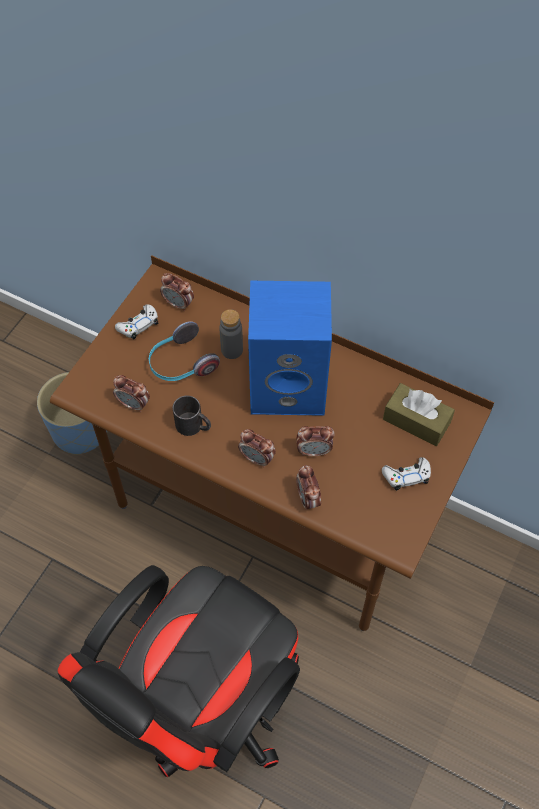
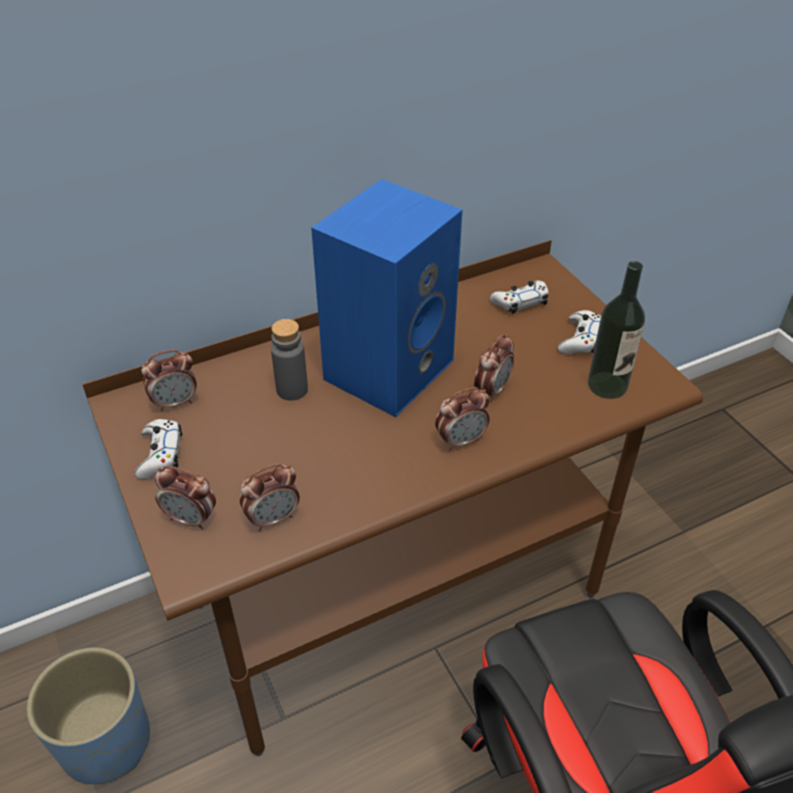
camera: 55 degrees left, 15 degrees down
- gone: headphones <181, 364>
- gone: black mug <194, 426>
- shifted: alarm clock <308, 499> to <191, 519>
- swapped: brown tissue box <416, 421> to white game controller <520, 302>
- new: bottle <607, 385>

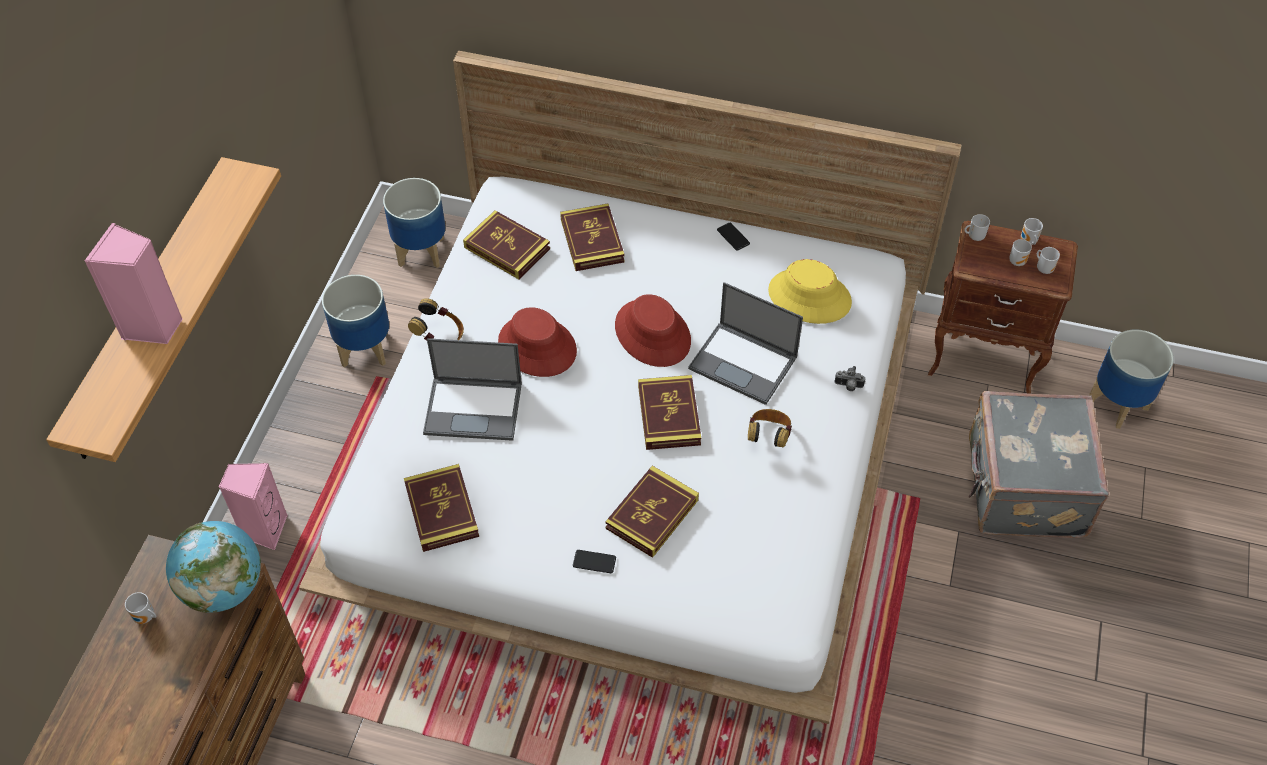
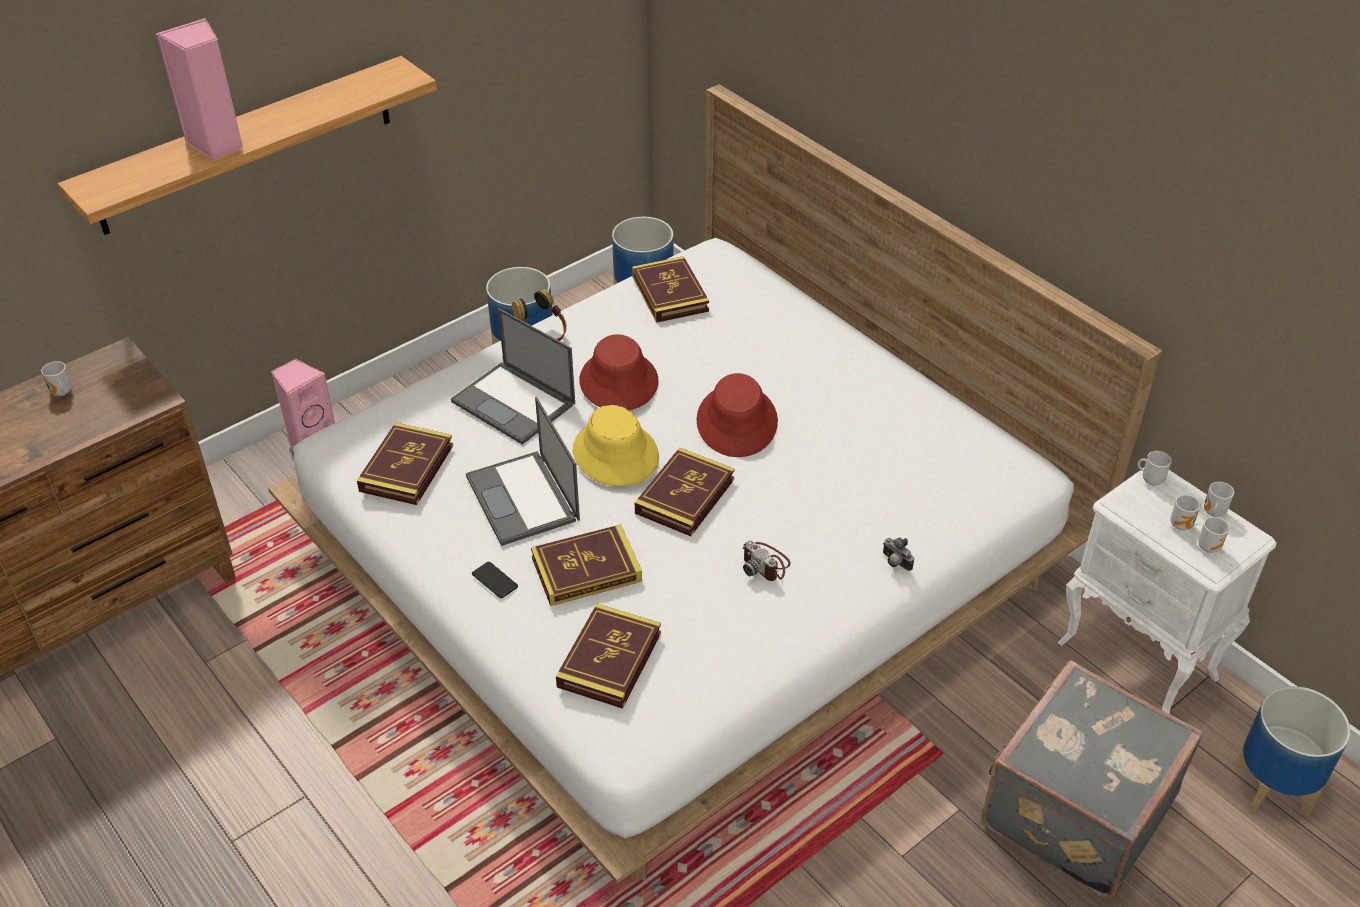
camera: 35 degrees right, 10 degrees down
- gone: globe <224, 588>
- shifted: book <592, 241> to <609, 660>
- shifted: laptop <744, 363> to <523, 499>
- gone: phone <733, 237>
- swapped: headphones <768, 437> to photo camera <765, 564>
- shifted: yellow hat <809, 297> to <615, 454>
- repainted: brown nightstand <983, 360> to white nightstand <1138, 661>

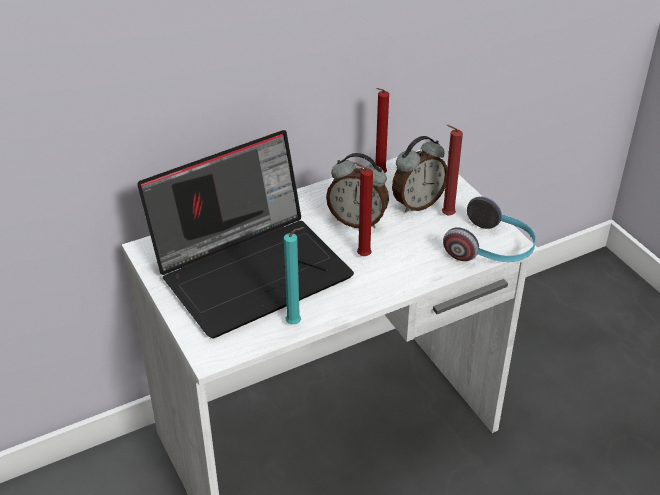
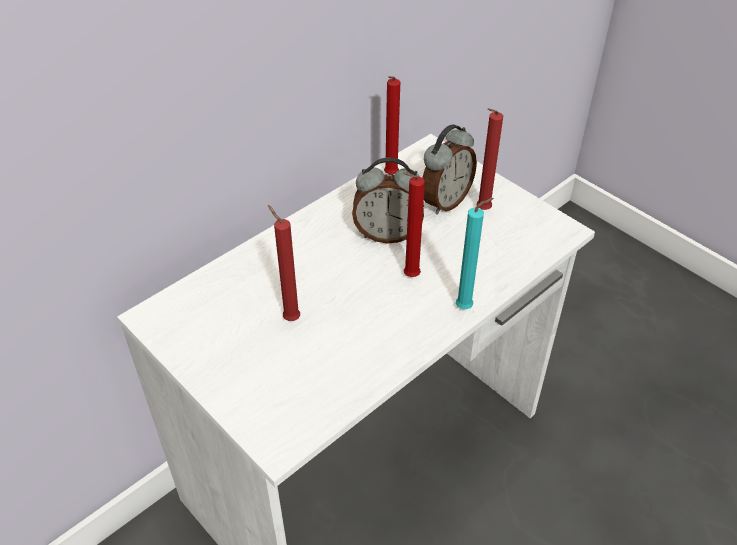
camera: 15 degrees left, 5 degrees up
- swapped: laptop <253, 269> to red candle <289, 318>
- shifted: turquoise candle <296, 324> to <466, 307>
- gone: headphones <491, 249>

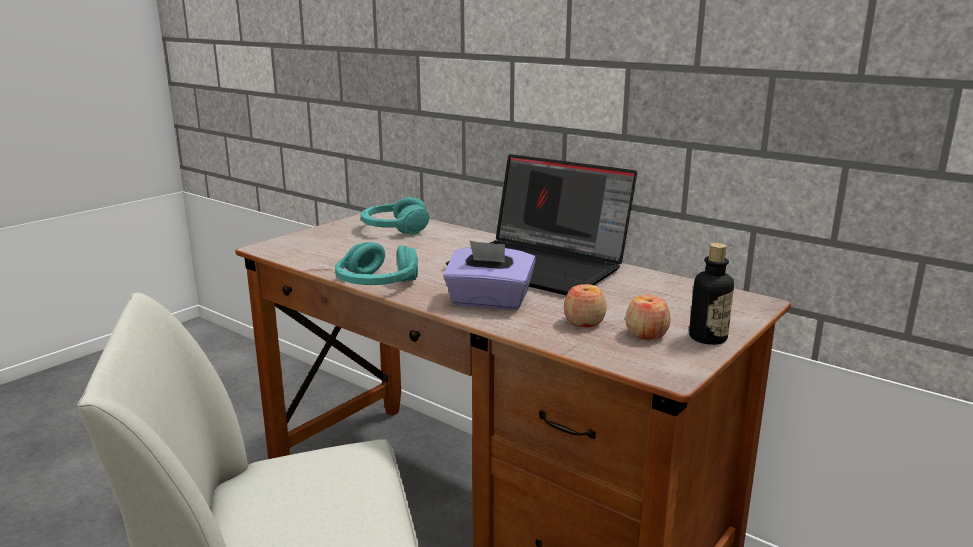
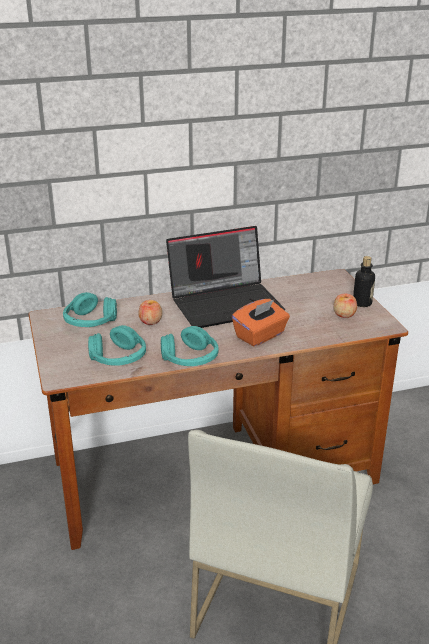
camera: 55 degrees left, 10 degrees up
- repainted: purple tissue box <489, 301> to orange tissue box <260, 336>
- shifted: apple <584, 322> to <150, 321>
- new: turquoise headphones <118, 358>

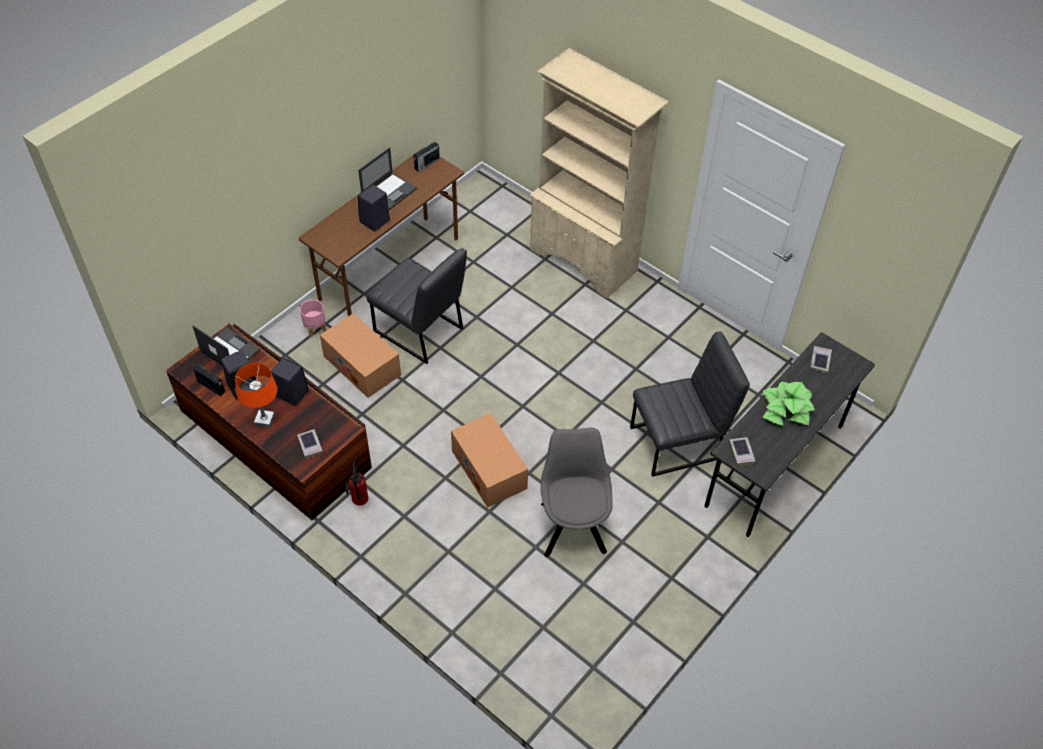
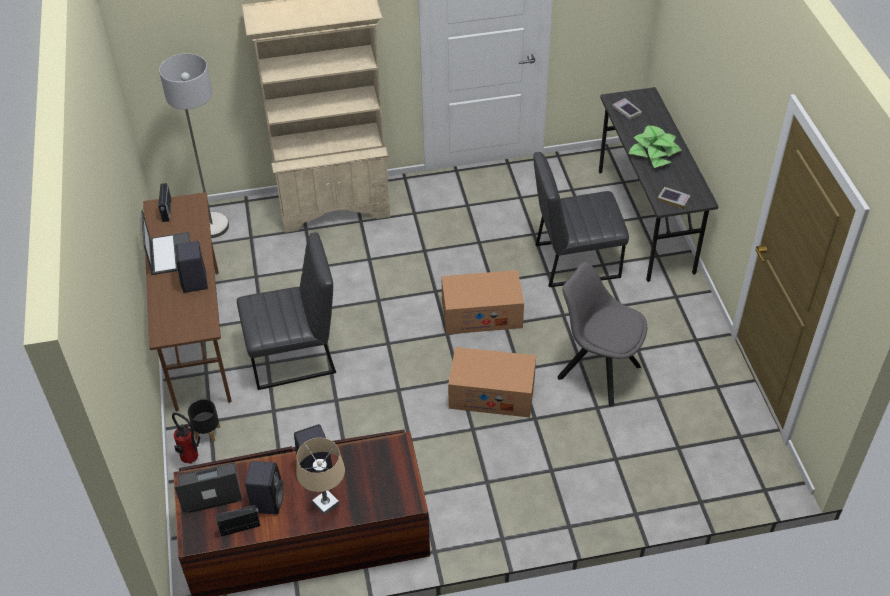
camera: 50 degrees left, 5 degrees down
- repainted: orange table lamp <264, 420> to beige table lamp <325, 504>
- gone: book <310, 445>
- repainted: pink planter <315, 328> to black planter <207, 432>
- shifted: cardboard box <362, 365> to <481, 314>
- shifted: fire extinguisher <359, 503> to <191, 460>
- rotated: grey chair <678, 442> = <574, 260> 120 degrees counterclockwise
- new: grey floor lamp <217, 232>

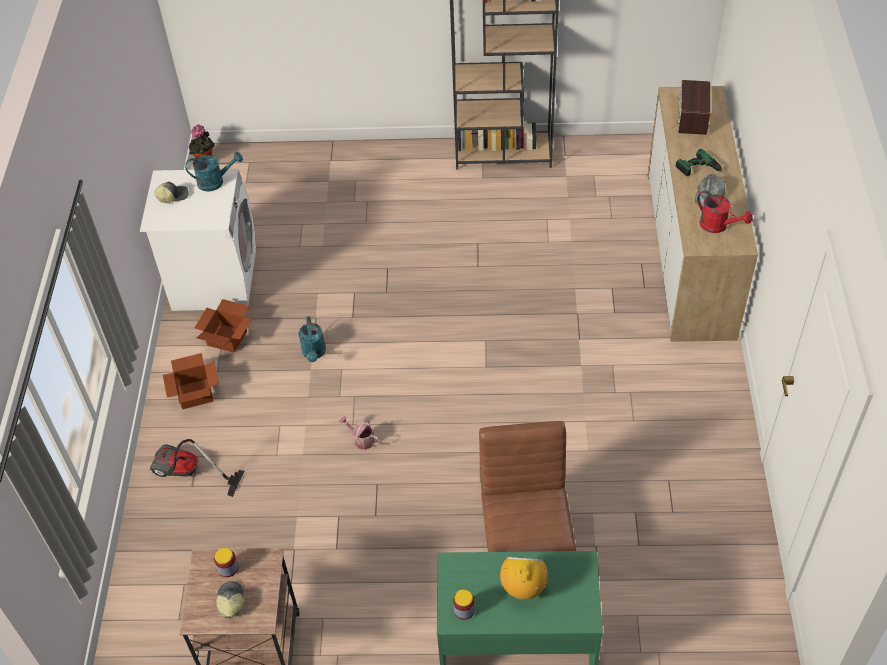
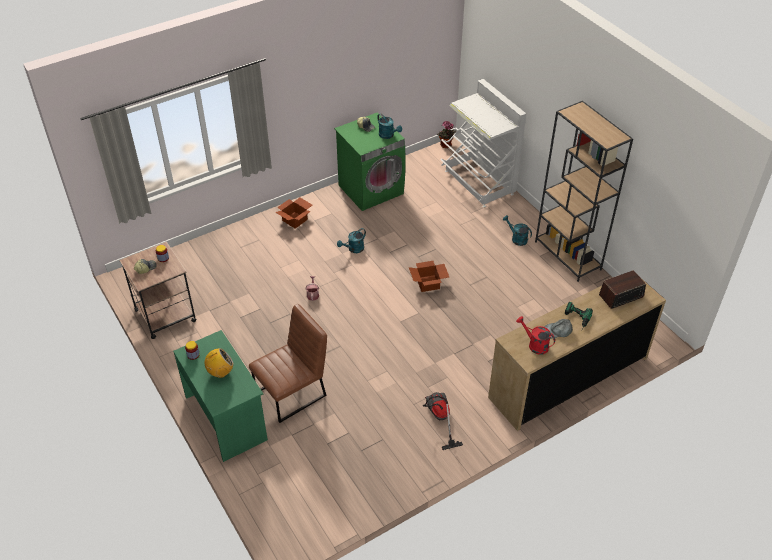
camera: 55 degrees right, 5 degrees down
- repainted: white washing machine <213, 278> to green washing machine <371, 189>
- shifted: vacuum cleaner <188, 474> to <439, 419>
- shifted: cardboard box <228, 337> to <429, 284>
- rotated: red watering can <718, 226> = <535, 345> 120 degrees clockwise
- new: white shoe rack <476, 183>
- new: turquoise watering can <516, 239>

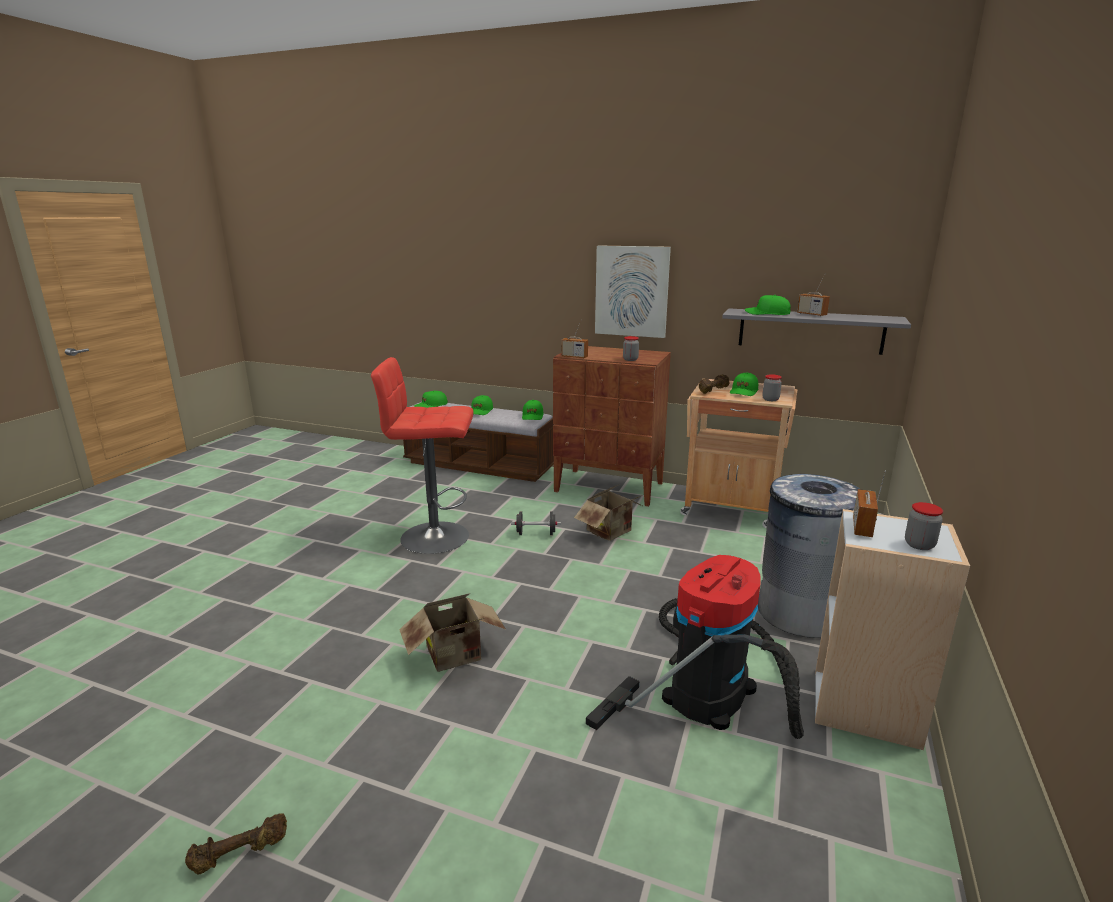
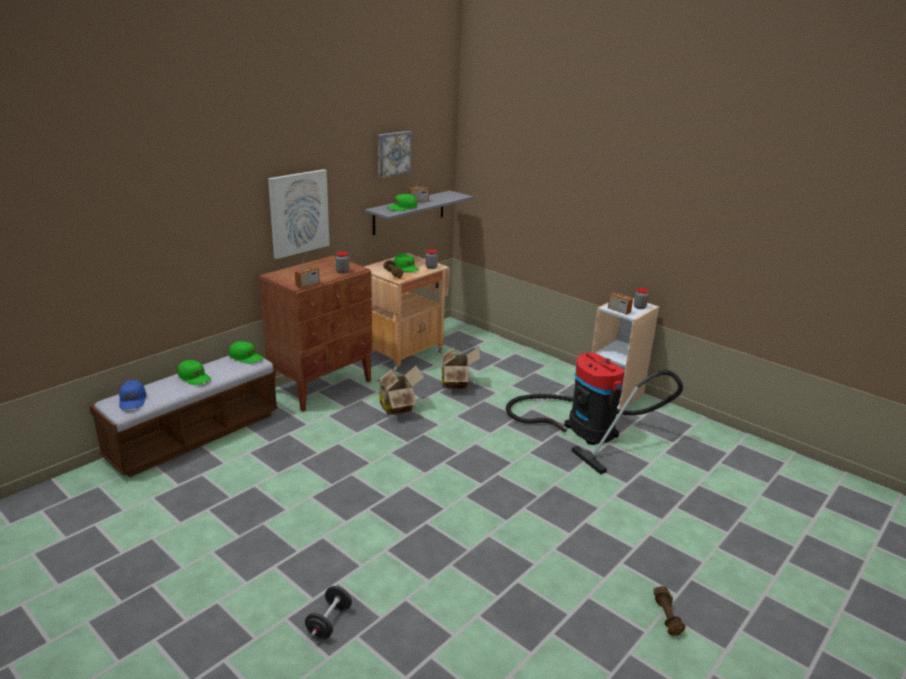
camera: 70 degrees left, 5 degrees up
- gone: red stool <434, 537>
- shifted: cardboard box <456, 657> to <457, 383>
- repainted: green cap <431, 405> to blue cap <133, 400>
- shifted: black dumbbell <536, 533> to <329, 622>
- gone: grey trash can <800, 612>
- new: picture <393, 153>

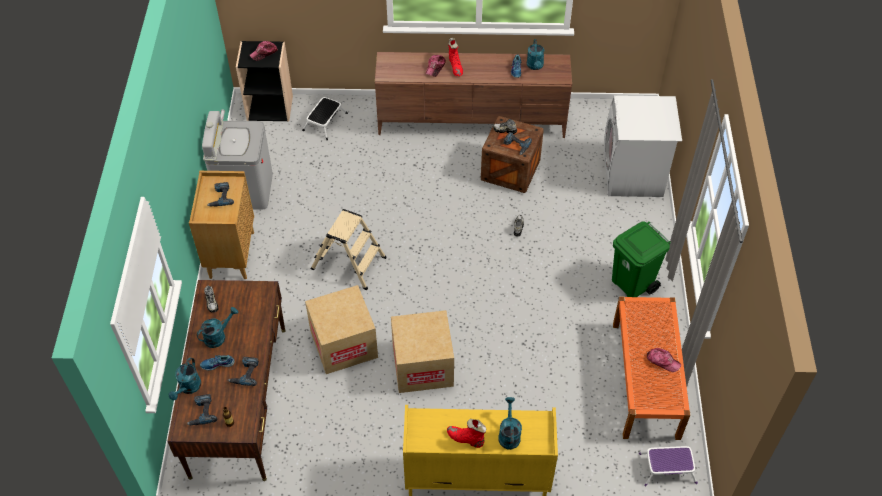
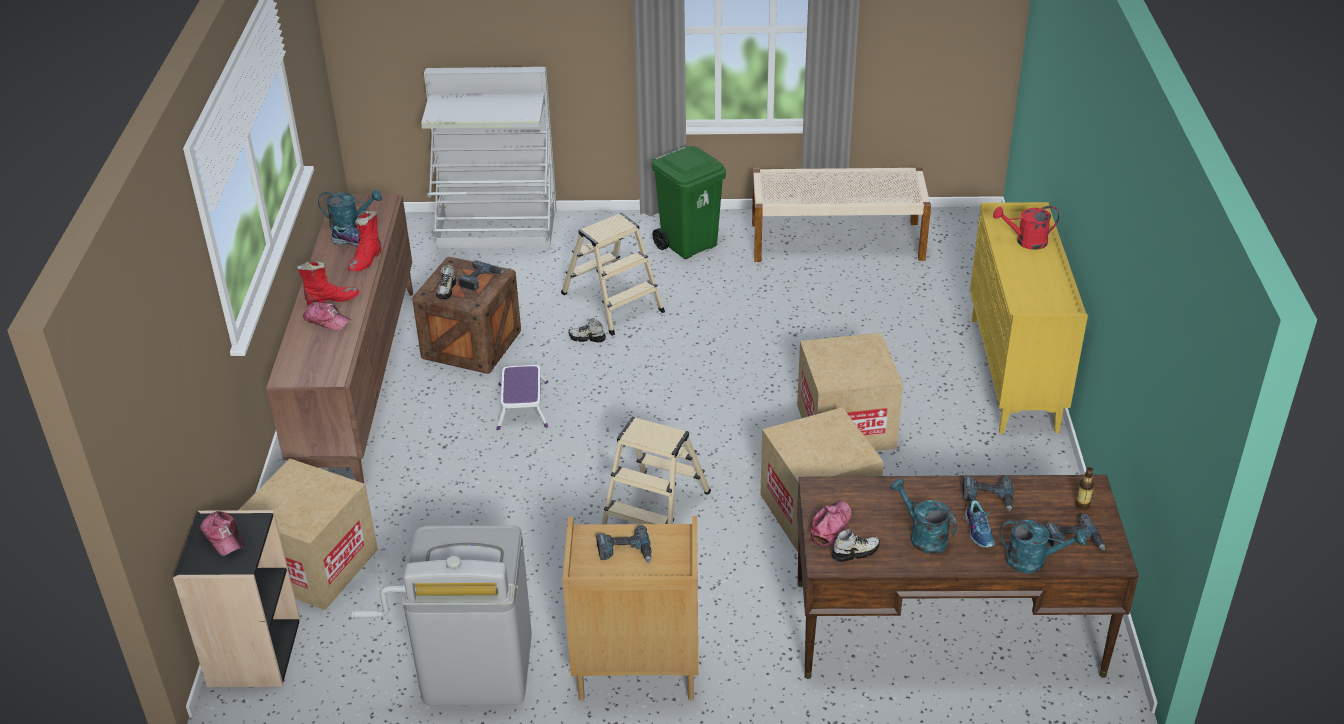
camera: 90 degrees left, 15 degrees down
- swapped: black step ladder <325, 122> to cardboard box <314, 565>
- shifted: red boot <466, 439> to <366, 260>
- repainted: turquoise watering can <509, 434> to red watering can <1025, 241>
- swapped: white washing machine <634, 175> to white shoe rack <496, 236>
- repainted: orange bench <646, 379> to beige bench <837, 241>
- shifted: purple step ladder <667, 468> to <523, 405>
- shifted: cap <662, 361> to <830, 526>
- new: beige step ladder <612, 302>

